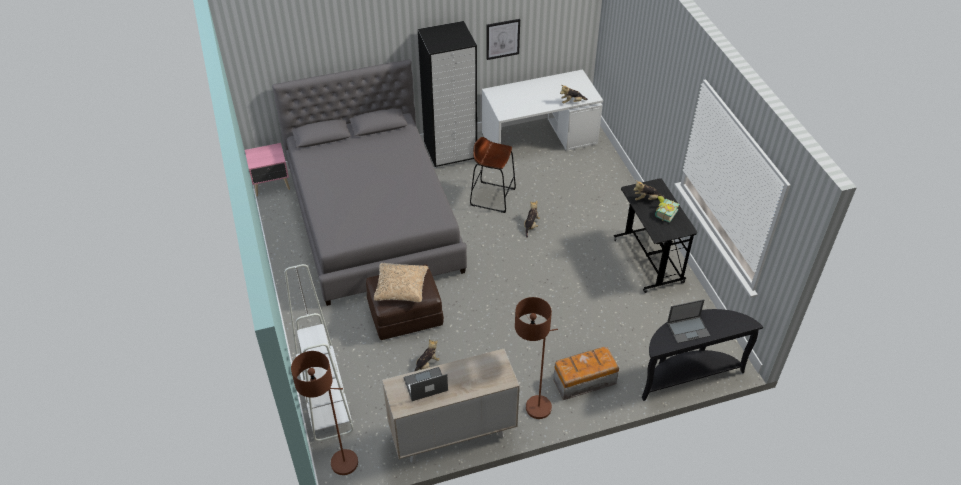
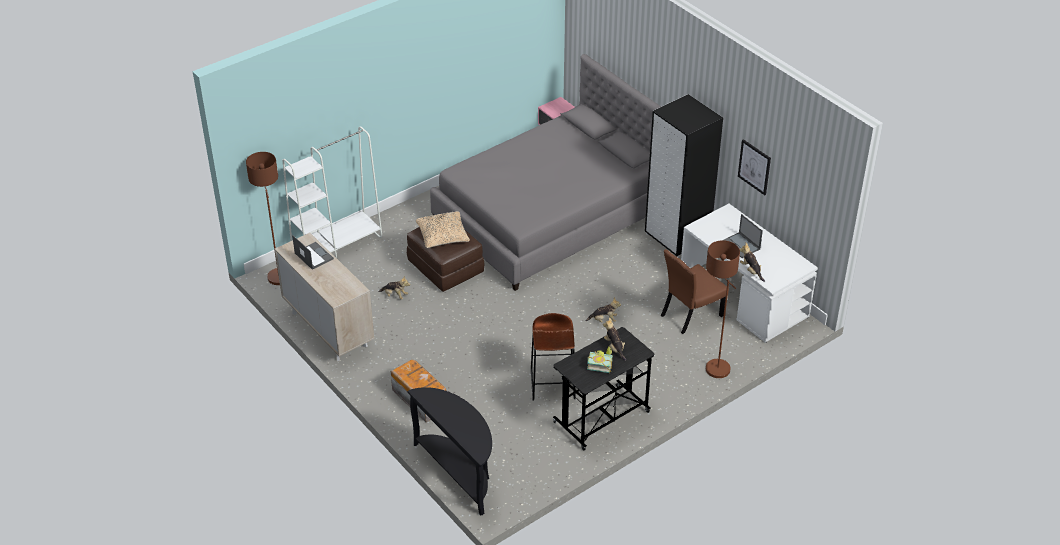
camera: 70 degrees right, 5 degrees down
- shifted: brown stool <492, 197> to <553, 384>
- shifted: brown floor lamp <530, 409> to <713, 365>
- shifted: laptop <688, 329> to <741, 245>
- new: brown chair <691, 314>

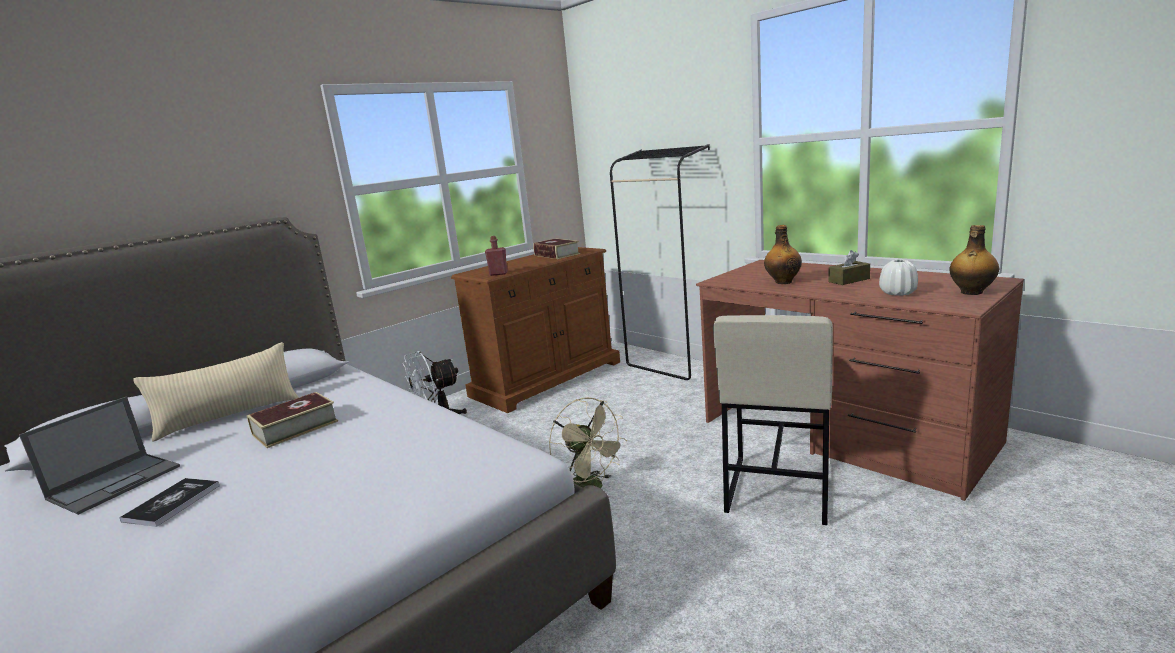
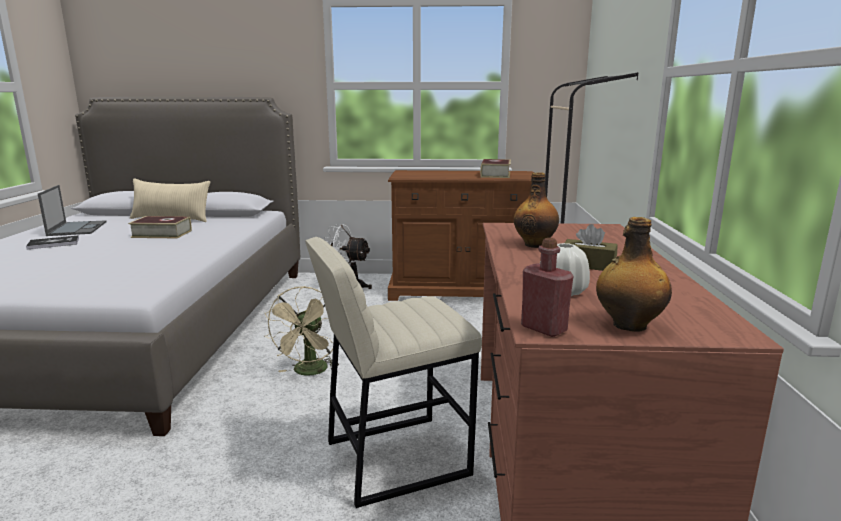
camera: 45 degrees right, 0 degrees up
- rotated: laptop <116, 482> = <77, 228> 90 degrees counterclockwise
- shifted: red bottle <498, 274> to <543, 328>

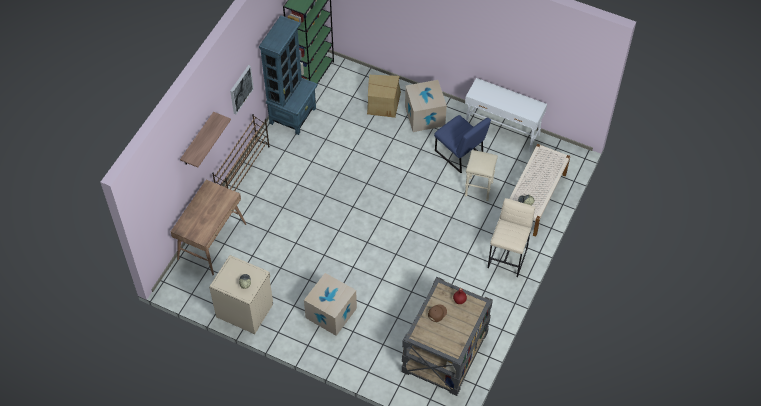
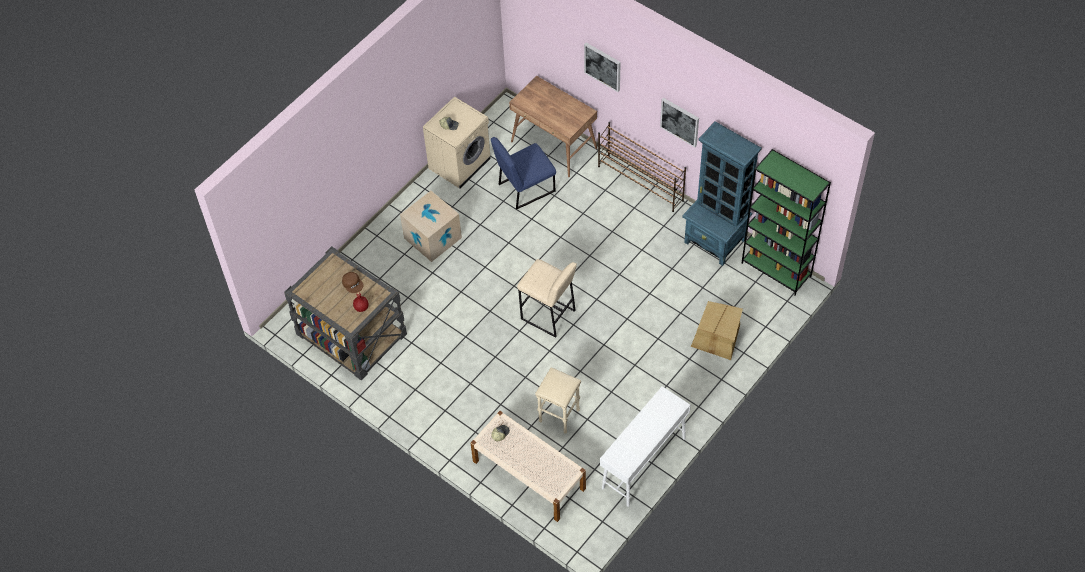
camera: 105 degrees right, 0 degrees up
- swapped: shelf <197, 140> to picture <603, 66>
- gone: cardboard box <424, 116>
- shifted: blue chair <459, 154> to <525, 188>
- shifted: beige stool <507, 257> to <549, 315>

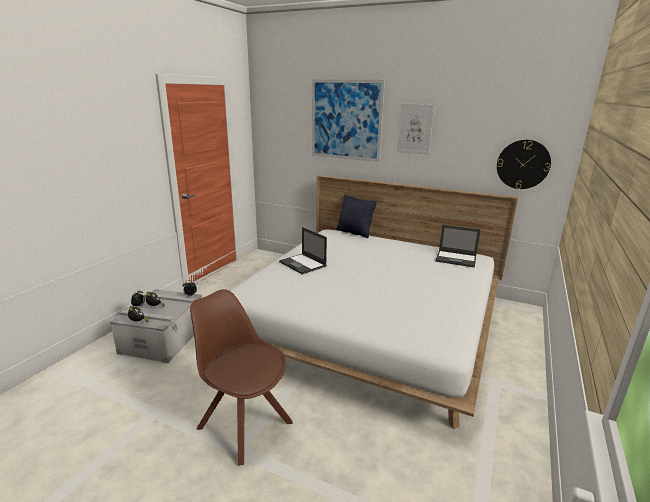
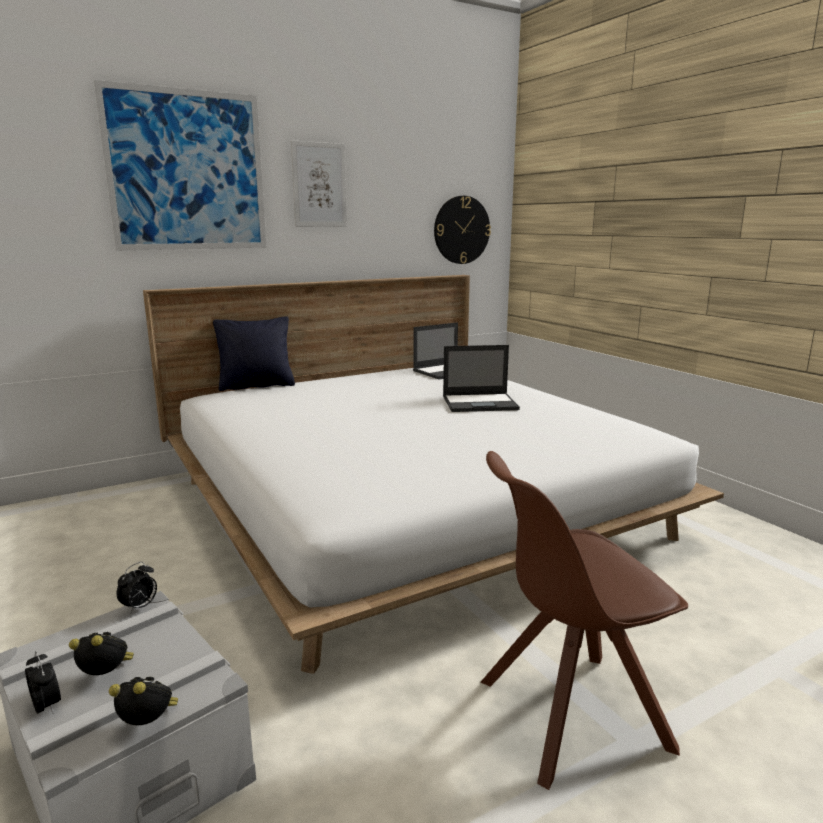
camera: 55 degrees left, 5 degrees down
- shifted: laptop <303, 264> to <480, 403>

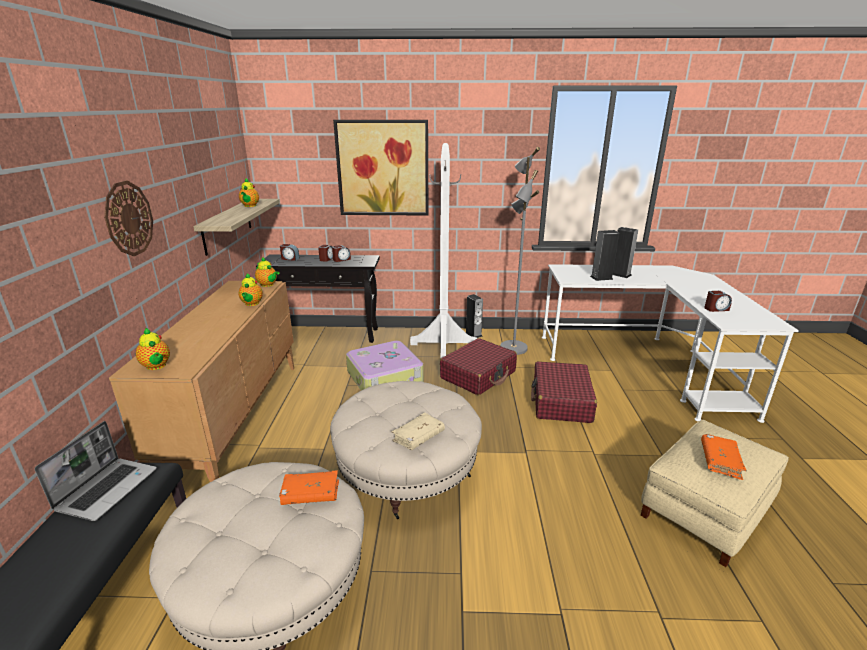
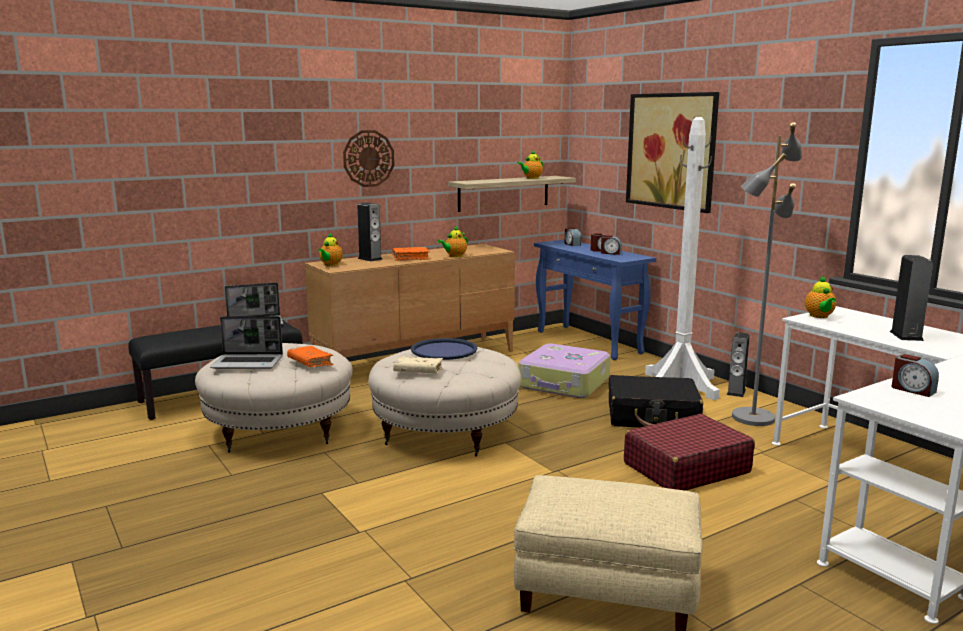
camera: 55 degrees right, 10 degrees down
- shifted: teapot <268, 285> to <819, 316>
- repainted: black console table <328, 335> to blue console table <589, 342>
- repainted: red suitcase <478, 375> to black suitcase <653, 417>
- shifted: speaker <601, 278> to <370, 259>
- shifted: orange book <720, 461> to <410, 258>
- new: laptop <248, 363>
- new: blue tray <444, 350>

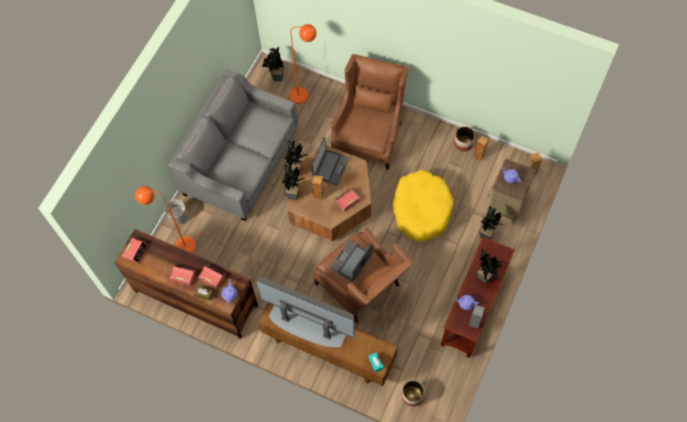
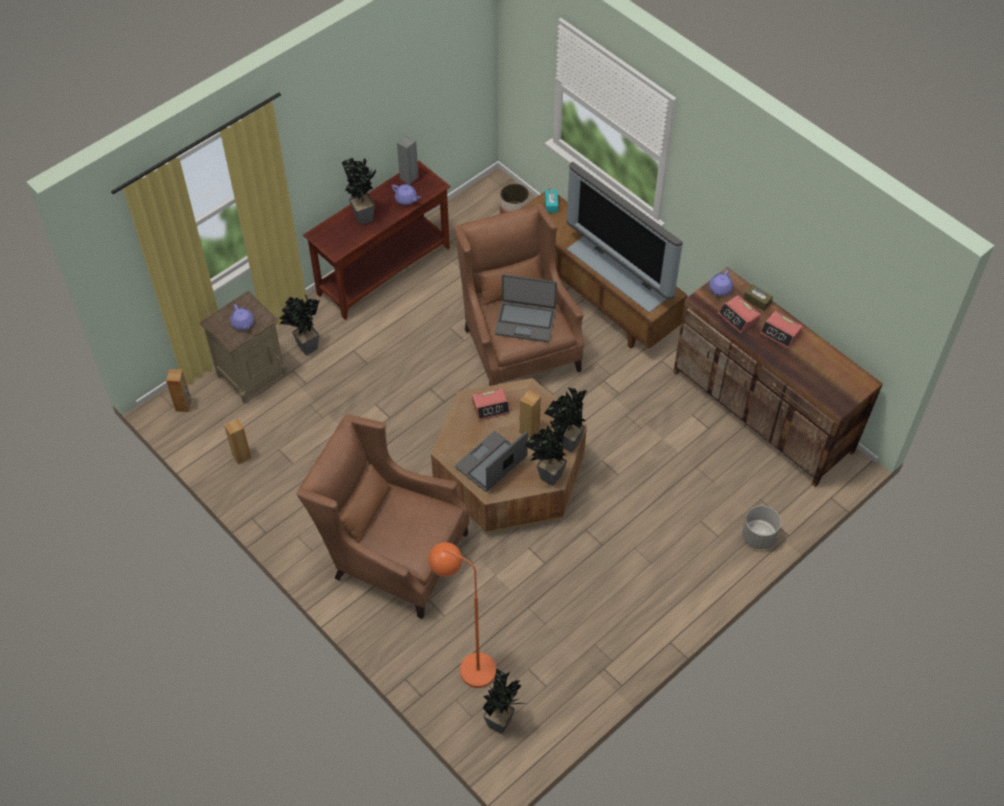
camera: 160 degrees left, 10 degrees down
- gone: alarm clock <136, 251>
- gone: orange floor lamp <179, 246>
- gone: grey sofa <240, 162>
- rotated: brown armchair <369, 134> = <392, 554> 75 degrees clockwise
- rotated: laptop <351, 261> = <525, 322> 45 degrees clockwise
- gone: yellow dog bed <421, 209>
- gone: planter <463, 143>

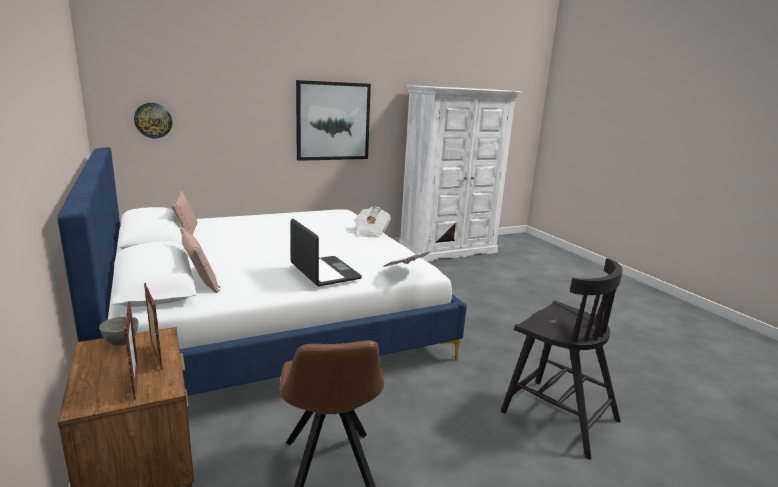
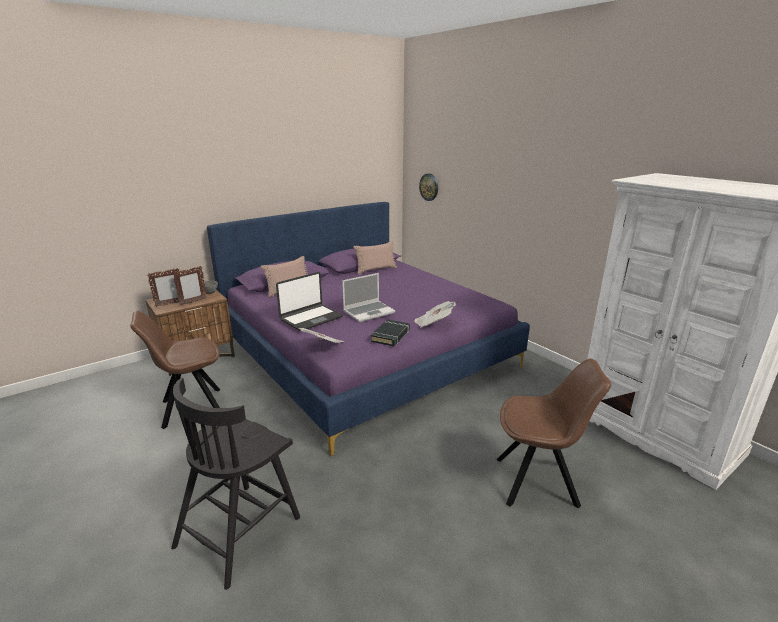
camera: 80 degrees right, 5 degrees up
- repainted: white bed <268, 320> to purple bed <365, 352>
- gone: picture <333, 121>
- new: laptop <369, 312>
- new: black book <391, 336>
- new: brown chair <537, 482>

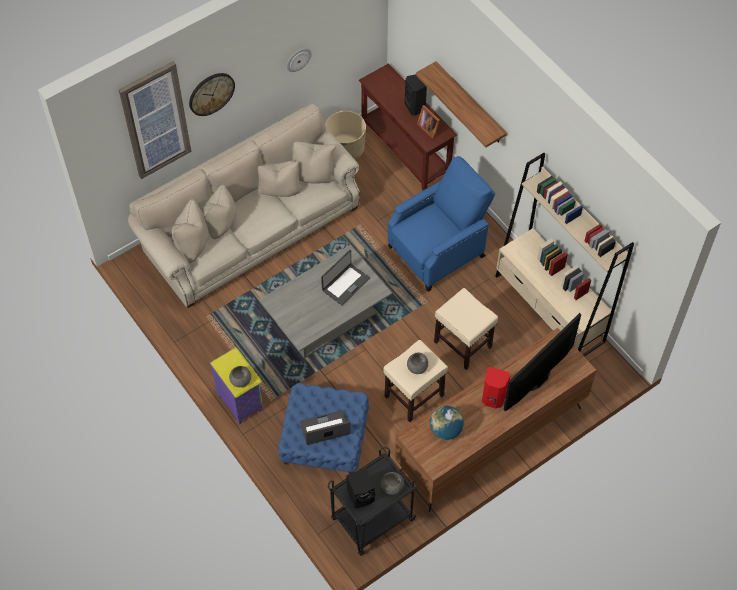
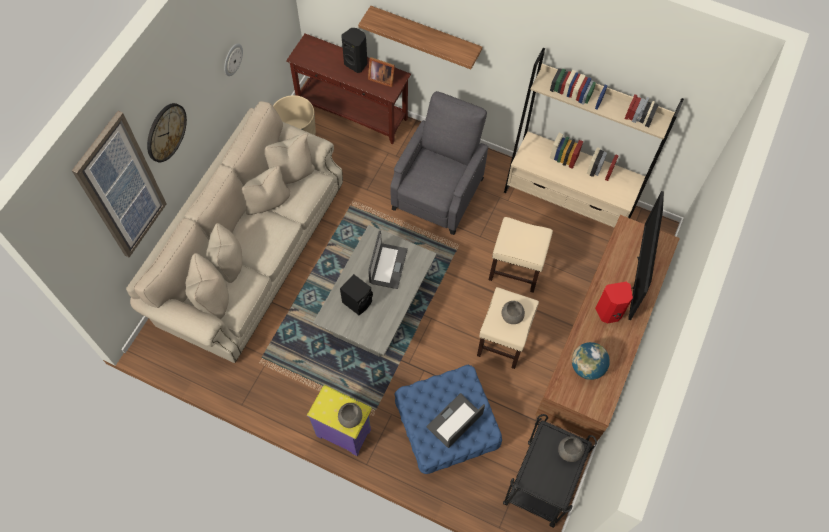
camera: 30 degrees left, 5 degrees up
- shifted: black speaker <361, 495> to <358, 301>
- repainted: blue armchair <439, 249> to grey armchair <440, 190>

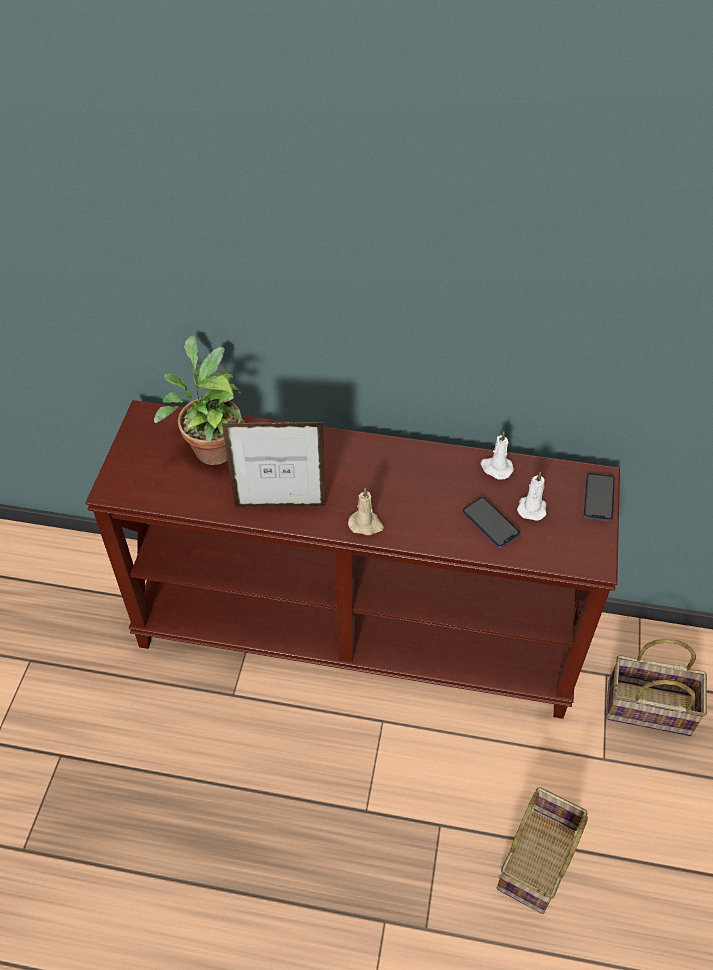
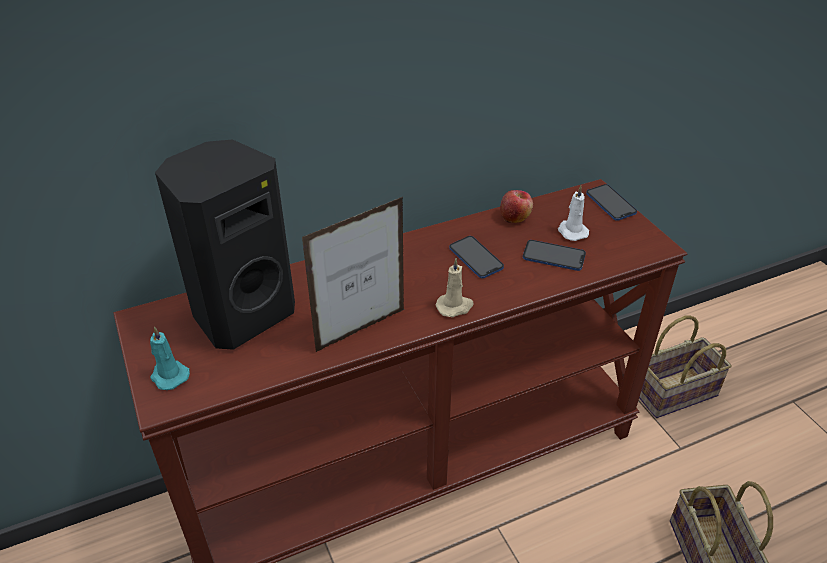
camera: 35 degrees left, 10 degrees down
- swapped: potted plant <211, 447> to black speaker <242, 314>
- swapped: white candle <496, 468> to apple <515, 217>
- new: turquoise candle <169, 375>
- new: phone <475, 258>

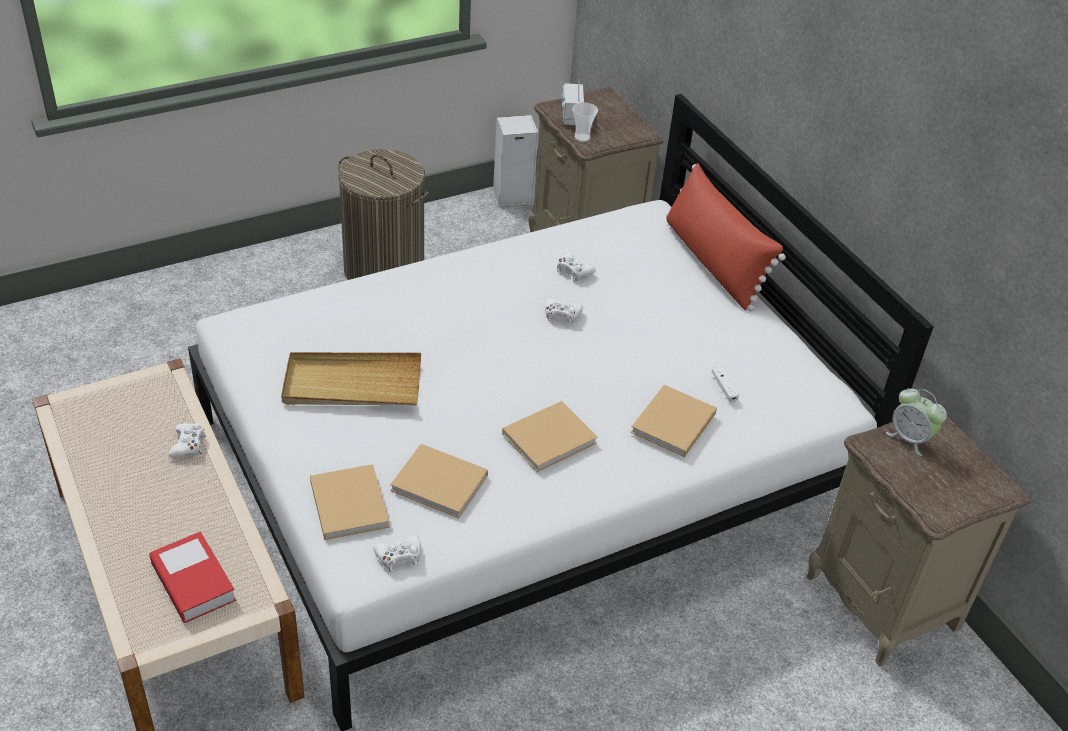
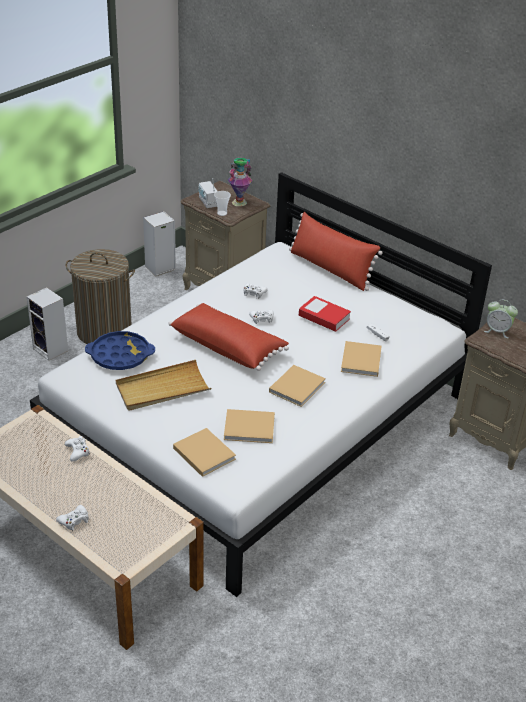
camera: 20 degrees left, 5 degrees down
- shifted: book <193, 582> to <324, 317>
- shifted: white game controller <399, 556> to <74, 520>
- new: speaker <52, 350>
- new: blue tray <120, 355>
- new: red pillow <228, 346>
- new: vase <239, 202>

